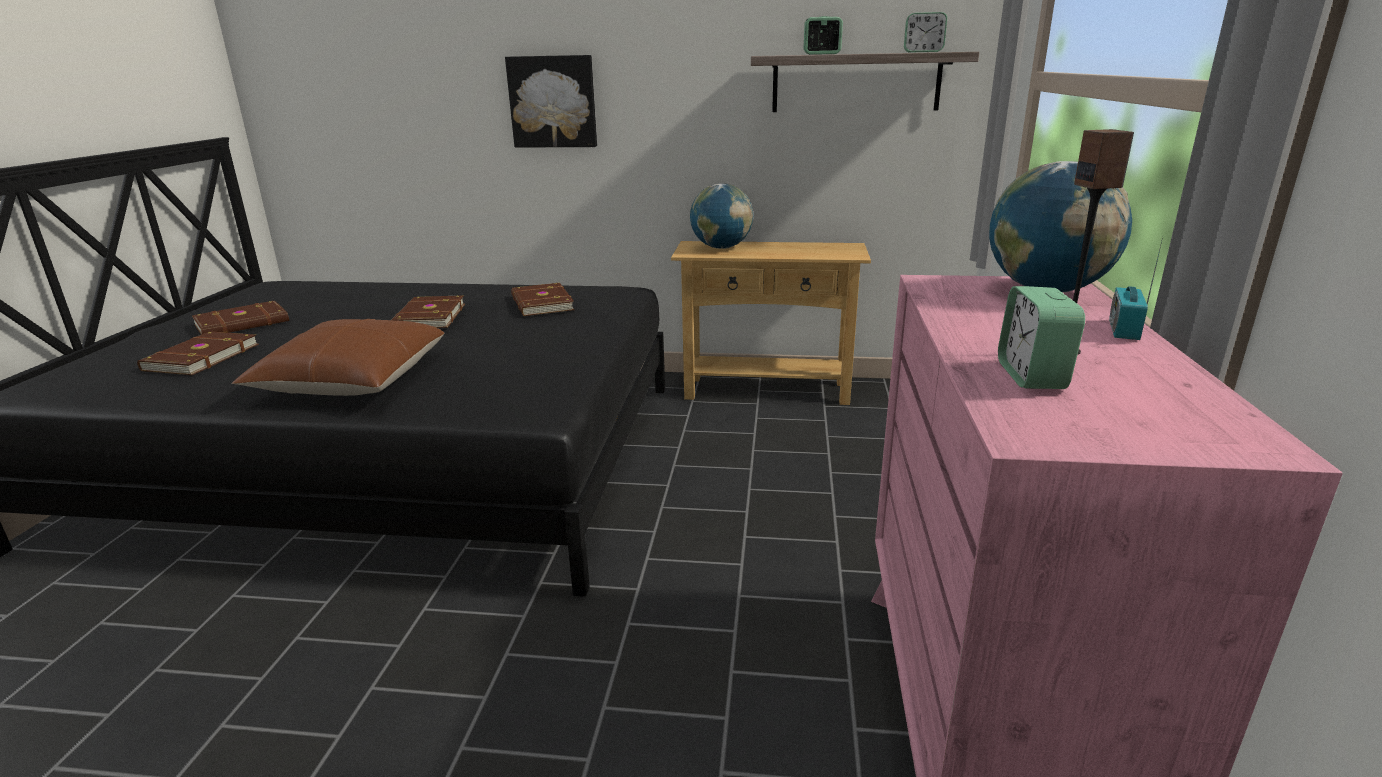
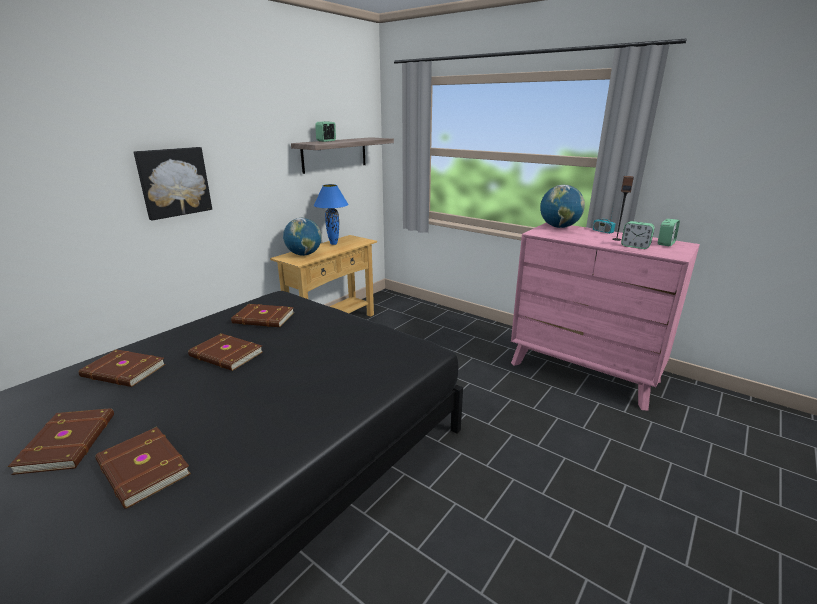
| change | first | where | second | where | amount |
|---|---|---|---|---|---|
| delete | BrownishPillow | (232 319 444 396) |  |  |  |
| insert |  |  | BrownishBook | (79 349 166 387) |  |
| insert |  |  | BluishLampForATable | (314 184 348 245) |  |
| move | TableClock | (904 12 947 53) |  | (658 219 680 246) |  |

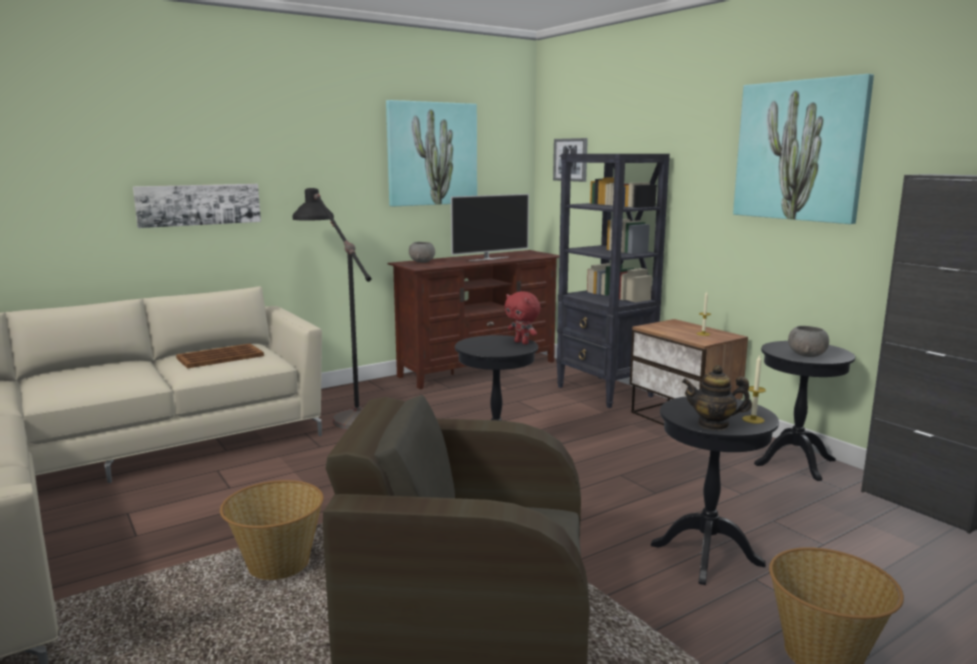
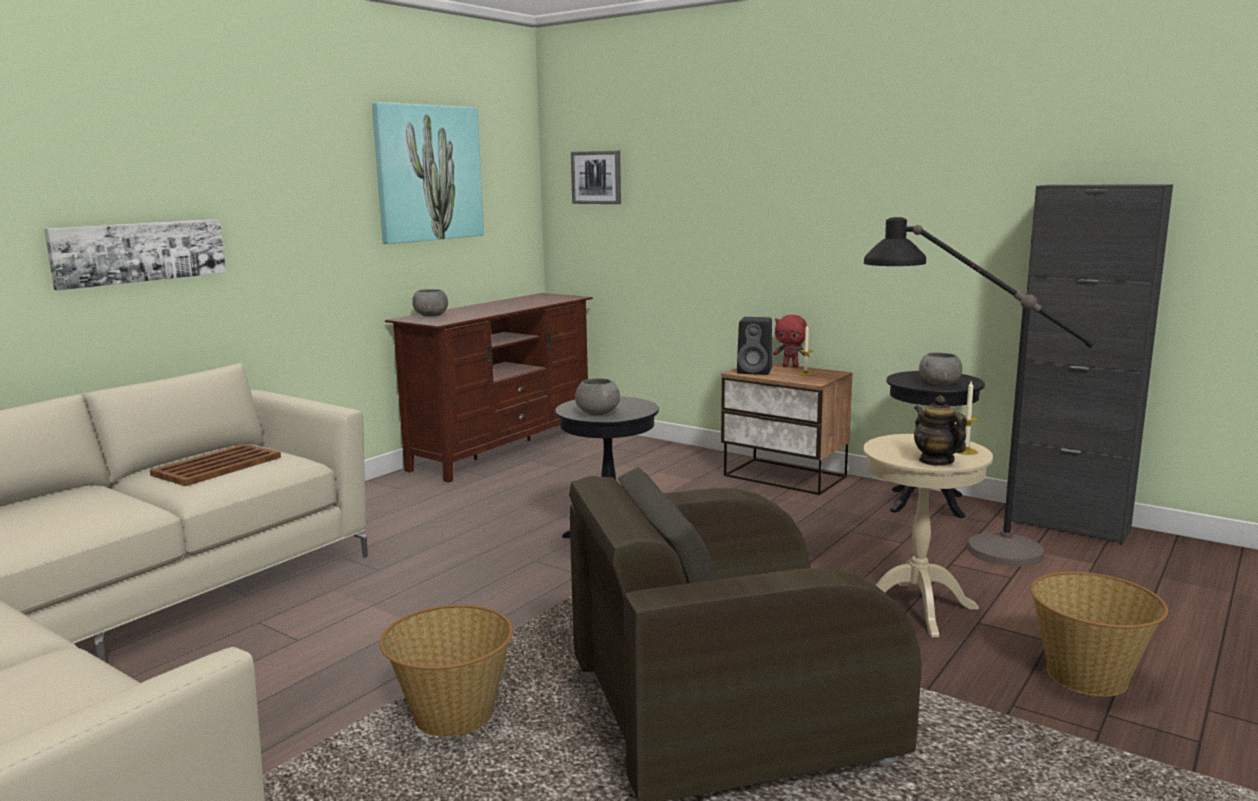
| change | first | where | second | where | amount |
|---|---|---|---|---|---|
| delete | TvSet | (451 194 529 261) |  |  |  |
| delete | BlackColouredBookcase | (556 154 670 408) |  |  |  |
| delete | Picture | (733 74 874 224) |  |  |  |
| insert |  |  | GrayBowl | (575 378 620 415) |  |
| insert |  |  | BlackColouredSpeaker | (737 317 772 375) |  |
| move | BlackColouredStandardLamp | (293 188 371 430) |  | (864 217 1096 567) |  |
| move | ReddishCuddlyToy | (505 291 541 344) |  | (773 315 809 368) |  |
| recolor | BlackColouredEndTable | (651 396 779 585) | BeigeEndTable | (863 434 993 638) |  |
| rotate | TeaPot | (682 365 752 430) |  | (914 395 967 466) | 75 degrees clockwise |

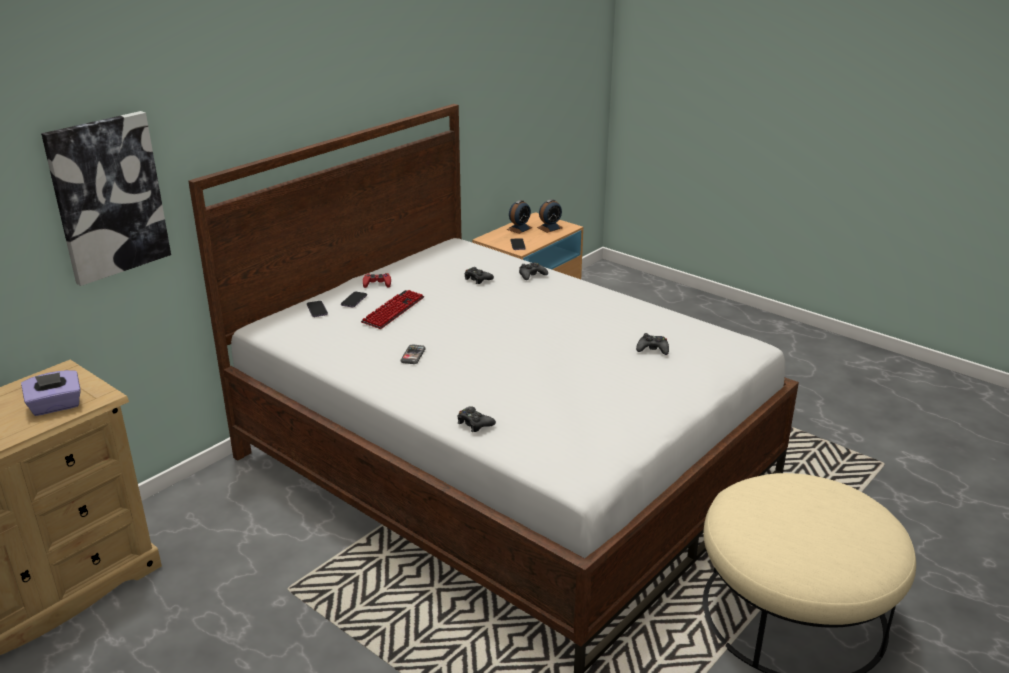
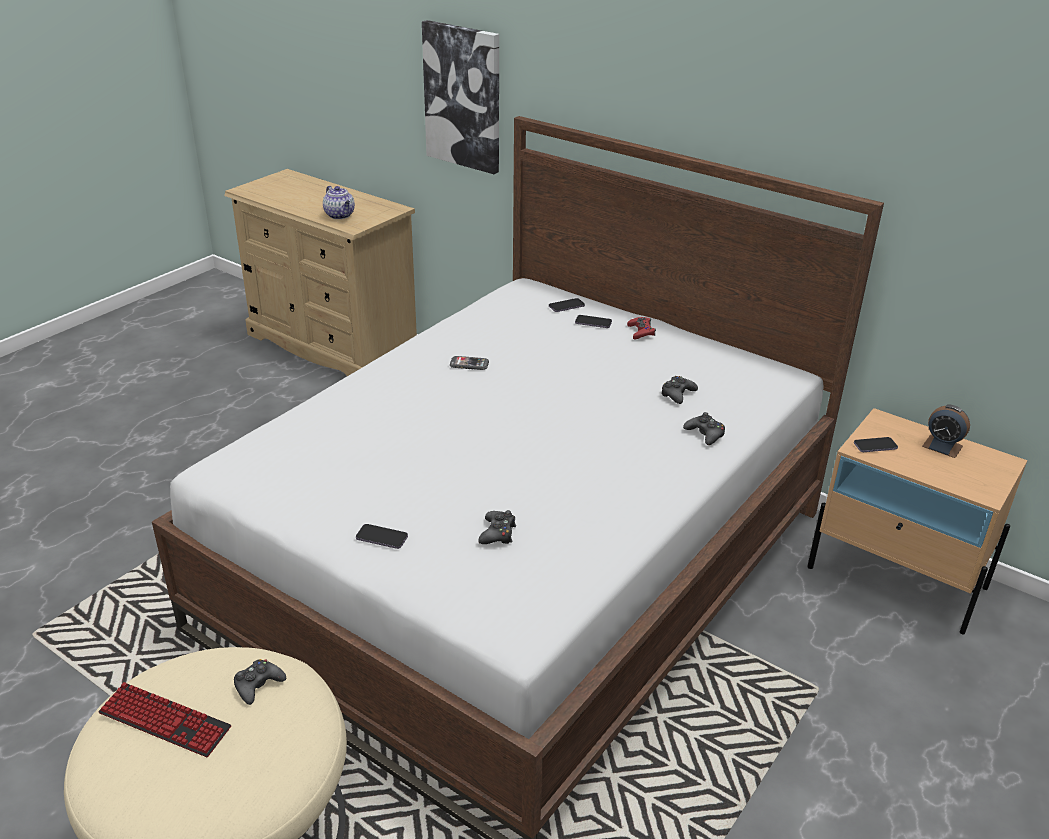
| change | first | where | second | where | amount |
|---|---|---|---|---|---|
| delete | TableClock | (537 199 563 233) |  |  |  |
| insert |  |  | Telephone | (356 524 408 549) |  |
| move | Keyboard | (361 290 424 329) |  | (98 682 231 757) |  |
| move | BlackColouredJoypad | (457 406 496 432) |  | (234 659 286 705) |  |
| replace | PurplishTissueBox | (21 370 81 416) | TeaPot | (323 186 355 219) |  |

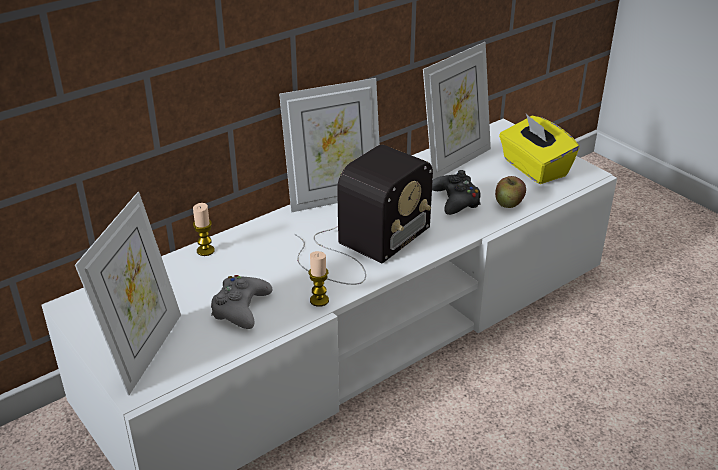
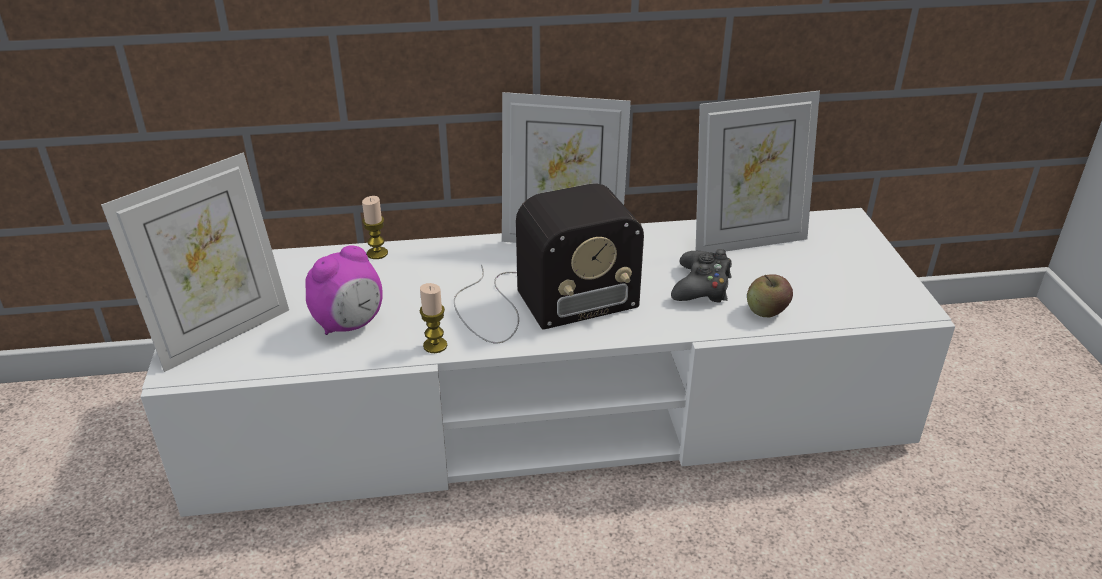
| change | first | where | second | where | amount |
|---|---|---|---|---|---|
| delete | YellowTissueBox | (499 114 579 184) |  |  |  |
| replace | GrayJoypad | (211 275 273 329) | TableClock | (305 245 383 335) |  |

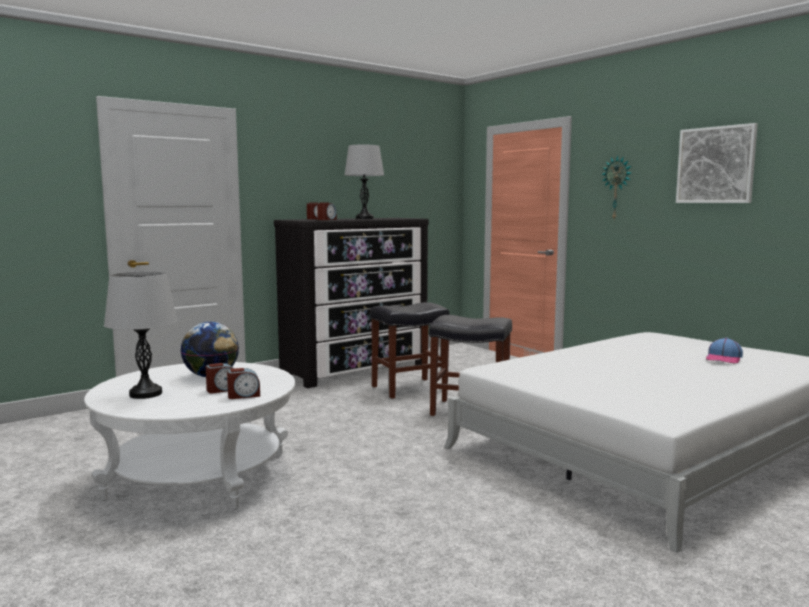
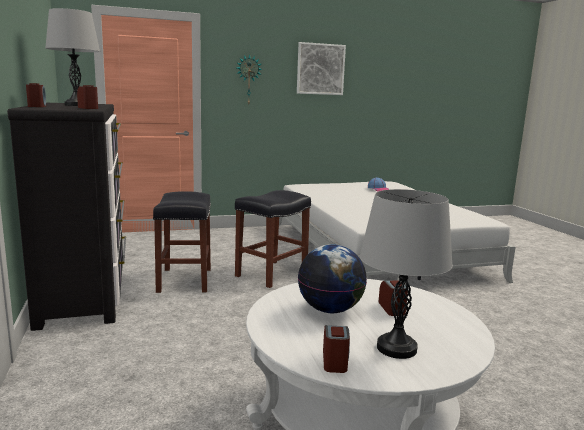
| change | first | where | second | where | amount |
|---|---|---|---|---|---|
| move | TableClock | (227 368 260 399) |  | (323 325 350 373) |  |

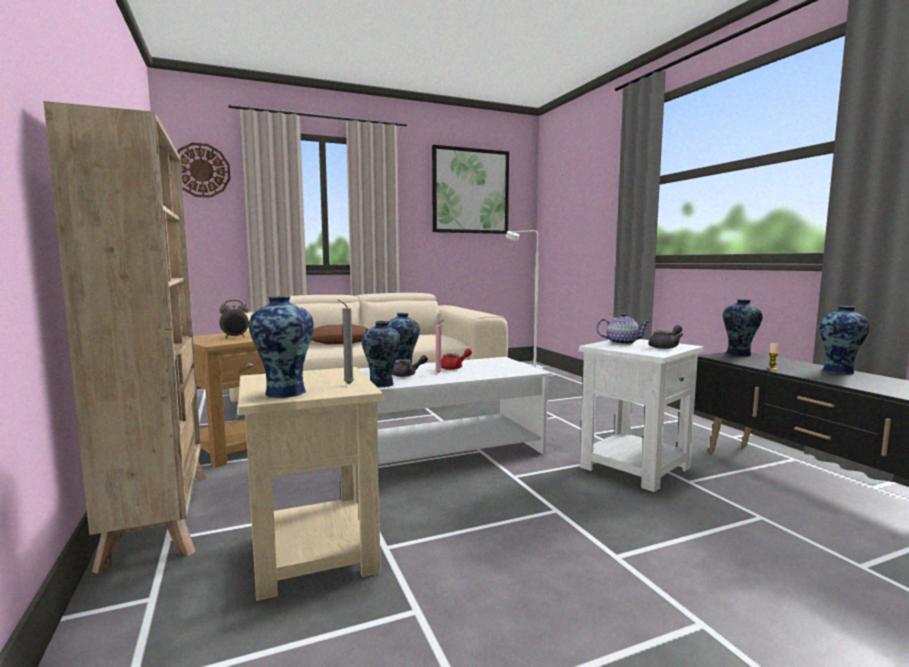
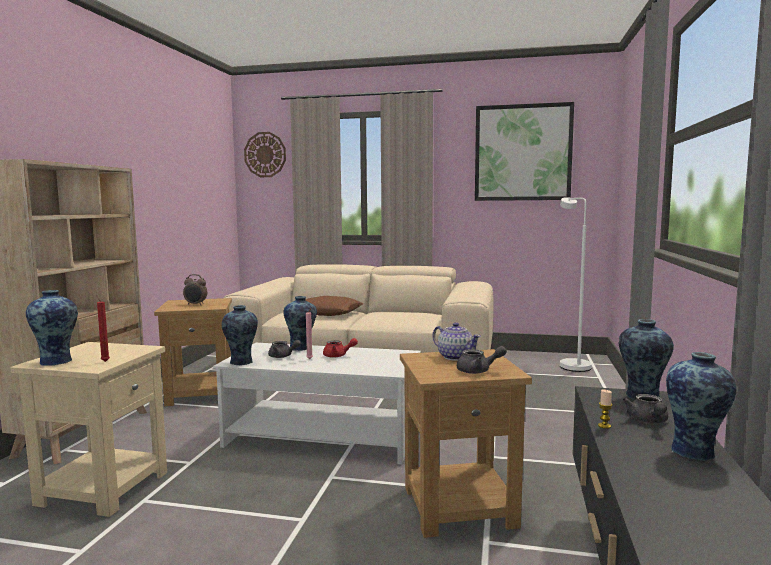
| change | first | where | second | where | amount |
|---|---|---|---|---|---|
| insert |  |  | GrayTeaPot | (623 394 668 423) |  |
| recolor | GrayWaxCandle | (338 300 354 384) | ReddishWaxCandle | (96 295 110 362) |  |
| recolor | WhiteColouredEndTable | (579 339 703 492) | BrownishEndTable | (400 349 532 538) |  |

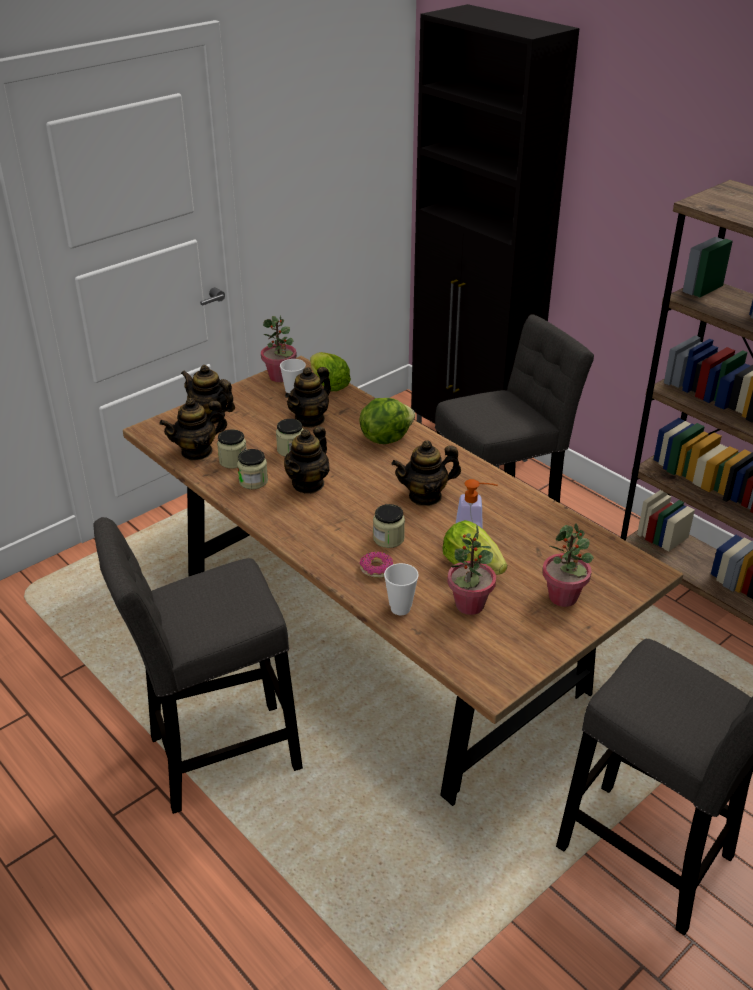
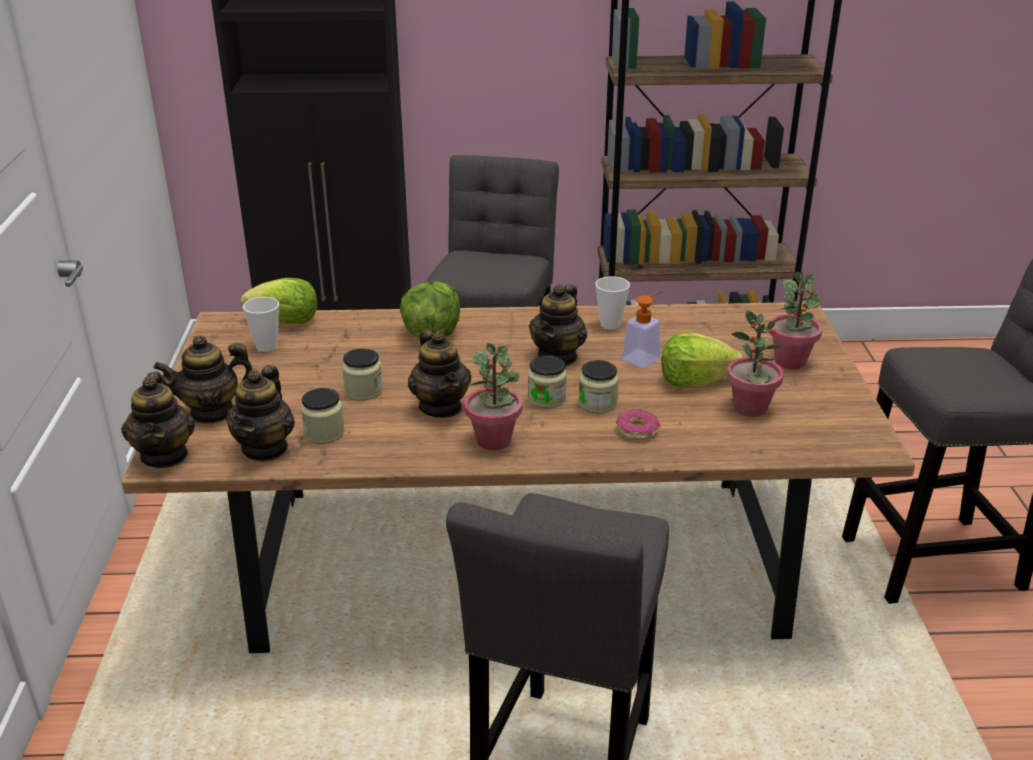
| change | first | where | second | where | amount |
|---|---|---|---|---|---|
| move | PreserveJar | (237 449 268 489) |  | (528 356 567 409) |  |
| move | Houseplant | (261 315 297 382) |  | (464 343 523 450) |  |
| move | TeaPot | (285 367 331 428) |  | (121 372 195 468) |  |
| move | Cup | (384 563 419 615) |  | (595 276 630 330) |  |

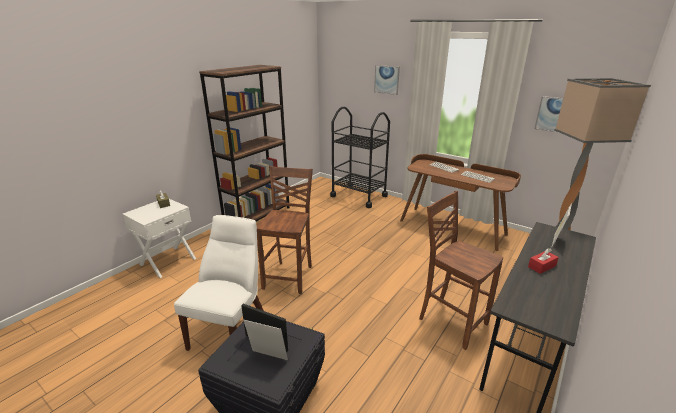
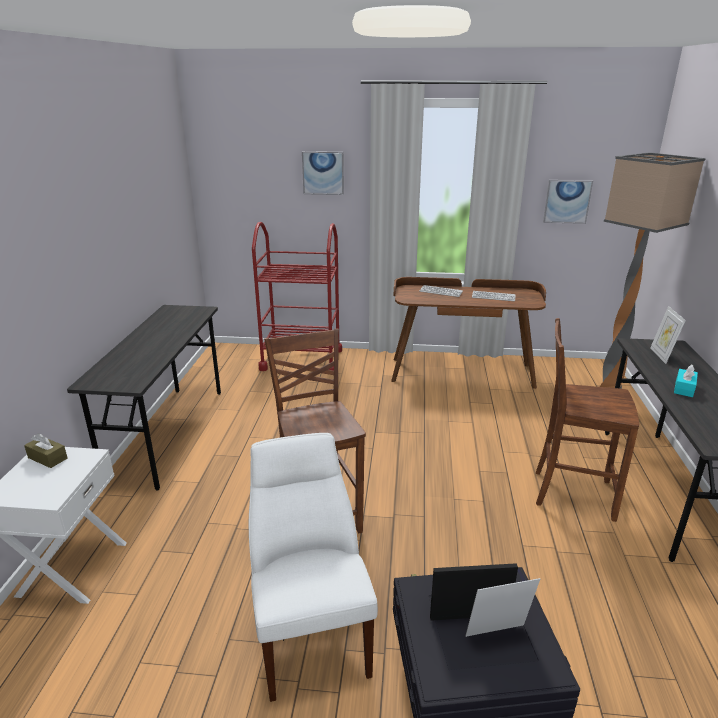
| change | first | where | second | where | amount |
|---|---|---|---|---|---|
| replace | BrownishBookcase | (199 65 290 221) | GrayDesk | (67 305 221 491) |  |
| recolor | BlackColouredCart | (330 107 390 208) | ReddishCart | (252 222 342 371) |  |
| recolor | ReddishTissueBox | (528 248 559 274) | TurquoiseTissueBox | (674 364 698 397) |  |

